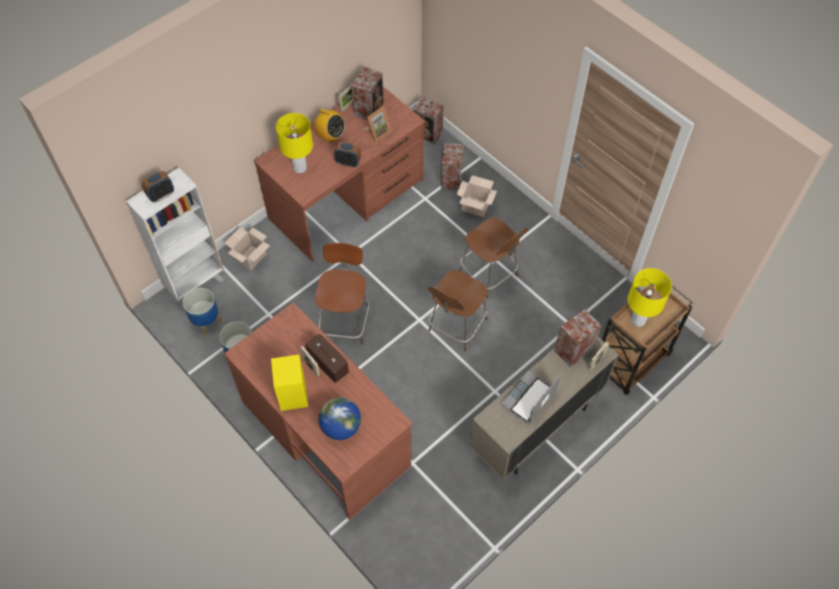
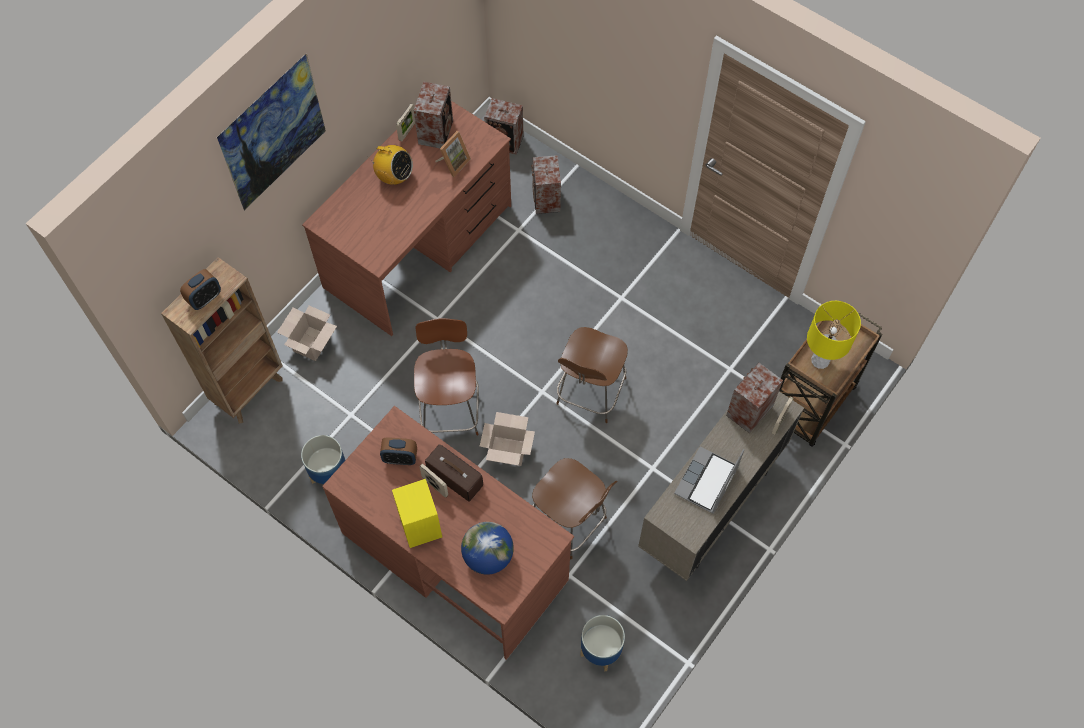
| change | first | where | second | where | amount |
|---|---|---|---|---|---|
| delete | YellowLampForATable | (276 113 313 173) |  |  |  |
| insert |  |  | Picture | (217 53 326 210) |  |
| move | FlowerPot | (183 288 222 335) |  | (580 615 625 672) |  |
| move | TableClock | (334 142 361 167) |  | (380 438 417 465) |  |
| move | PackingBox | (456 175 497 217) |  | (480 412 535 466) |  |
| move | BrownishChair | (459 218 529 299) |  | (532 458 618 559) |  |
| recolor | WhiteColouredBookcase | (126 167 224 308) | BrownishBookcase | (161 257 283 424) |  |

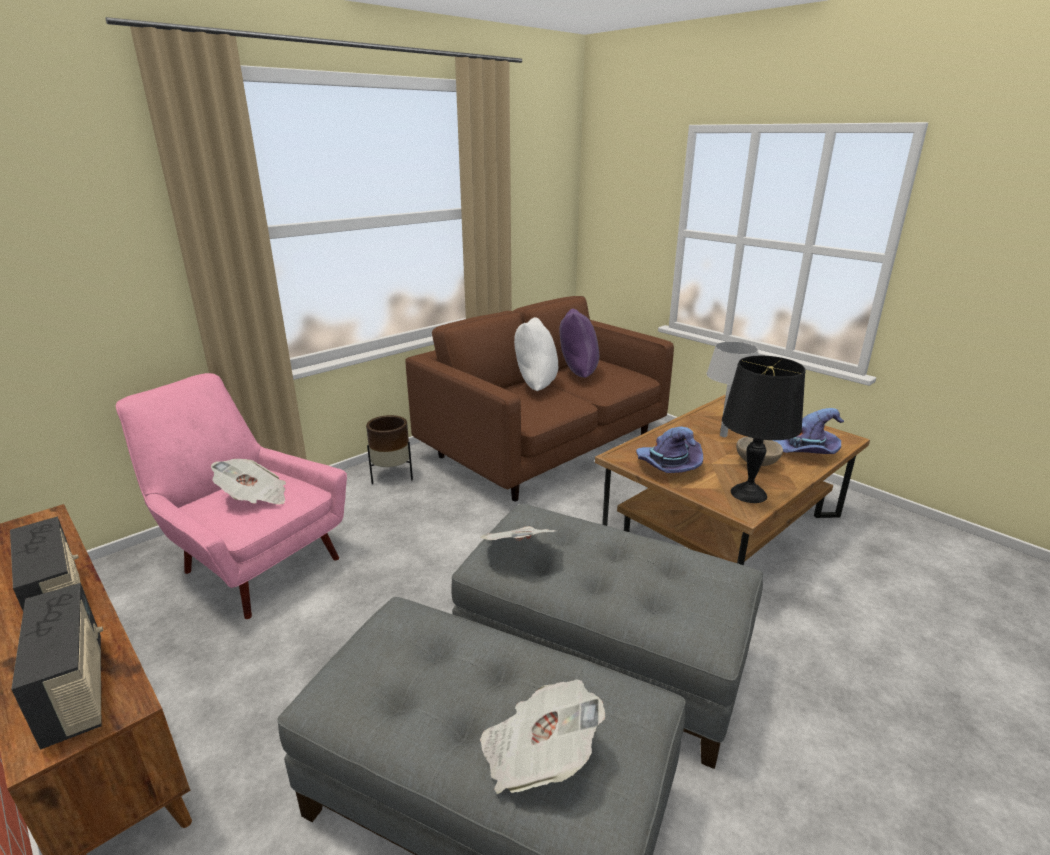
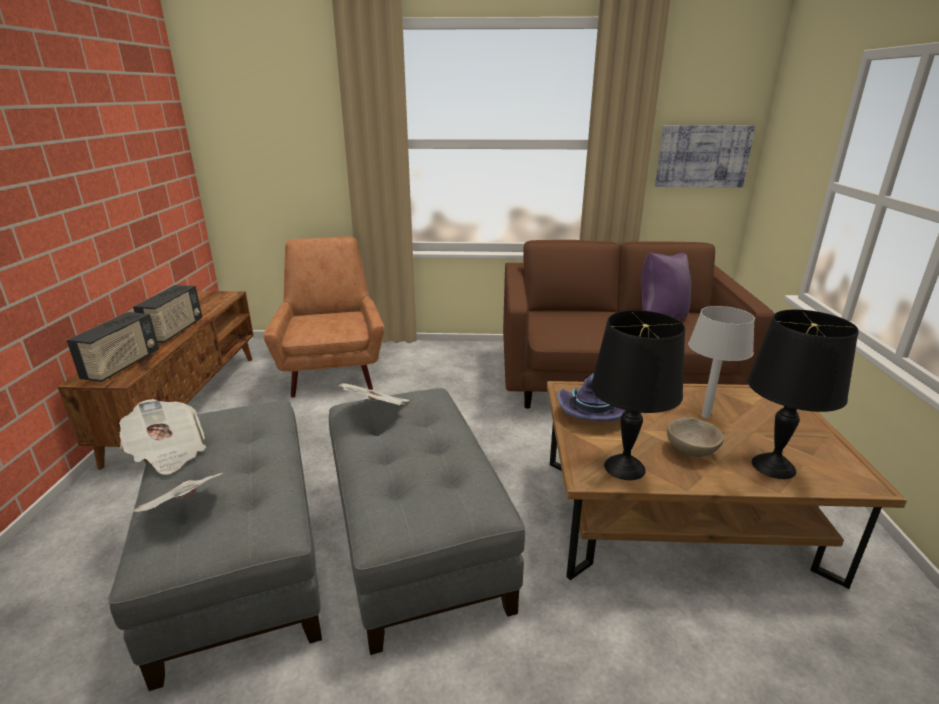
| change | first | where | second | where | amount |
|---|---|---|---|---|---|
| delete | BrownishFlowerPot | (366 415 413 484) |  |  |  |
| delete | WhiteColouredPillow | (514 317 558 391) |  |  |  |
| insert |  |  | Picture | (655 125 755 188) |  |
| move | Newspaper | (211 459 286 505) |  | (119 399 206 475) |  |
| replace | PurplishClothingHat | (773 408 844 454) | BlackColouredLampForATable | (747 309 858 479) |  |
| recolor | PinkishArmchair | (116 373 347 619) | BrownishArmchair | (263 236 384 398) |  |

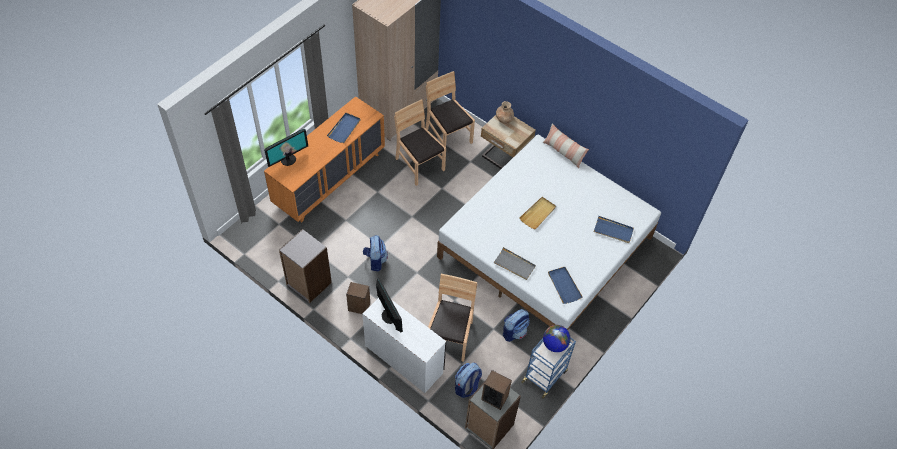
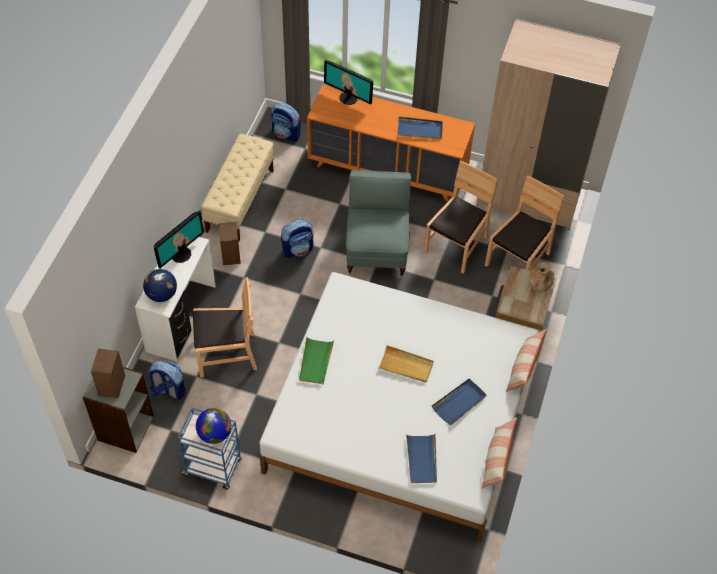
| change | first | where | second | where | amount |
|---|---|---|---|---|---|
| insert |  |  | Globe | (143 269 177 302) |  |
| insert |  |  | GrayArmchair | (346 170 411 276) |  |
| insert |  |  | Pillow | (482 417 517 489) |  |
| move | Backpack | (503 309 530 342) |  | (271 103 301 142) |  |
| move | BluishTray | (548 267 583 304) |  | (432 379 487 425) |  |
| replace | GrayBookcase | (279 229 332 303) | BeigeLongSeat | (201 134 274 242) |  |
| recolor | GrayTray | (493 247 536 280) | GreenTray | (299 337 334 384) |  |

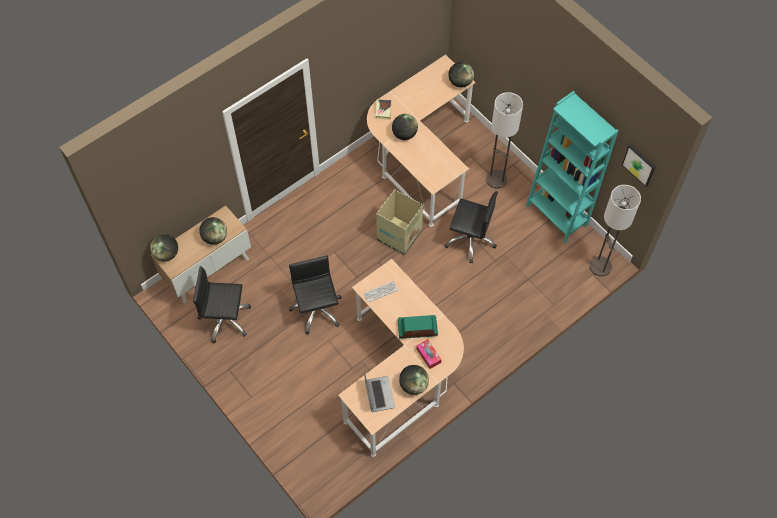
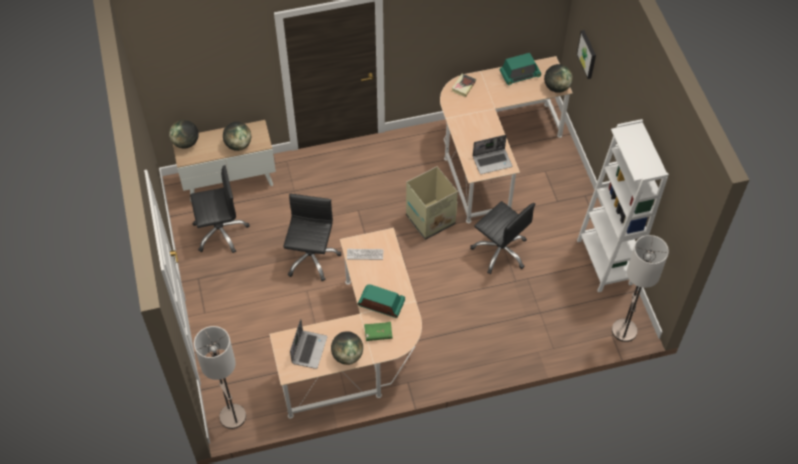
| change | first | where | second | where | amount |
|---|---|---|---|---|---|
| delete | Globe | (392 114 418 140) |  |  |  |
| insert |  |  | Laptop | (473 135 512 174) |  |
| insert |  |  | Radio | (499 53 541 85) |  |
| move | StandardLamp | (486 92 523 189) |  | (194 326 246 429) |  |
| move | Picture | (622 144 656 187) |  | (576 30 596 79) |  |
| replace | TissueBox | (416 339 441 369) | GreenBook | (364 322 393 341) |  |
| recolor | TurquoiseBookcase | (526 91 618 243) | WhiteColouredBookcase | (577 119 669 292) |  |
| rotate | BlackColouredOfficeChair | (193 266 251 343) |  | (190 165 250 253) | 135 degrees clockwise |

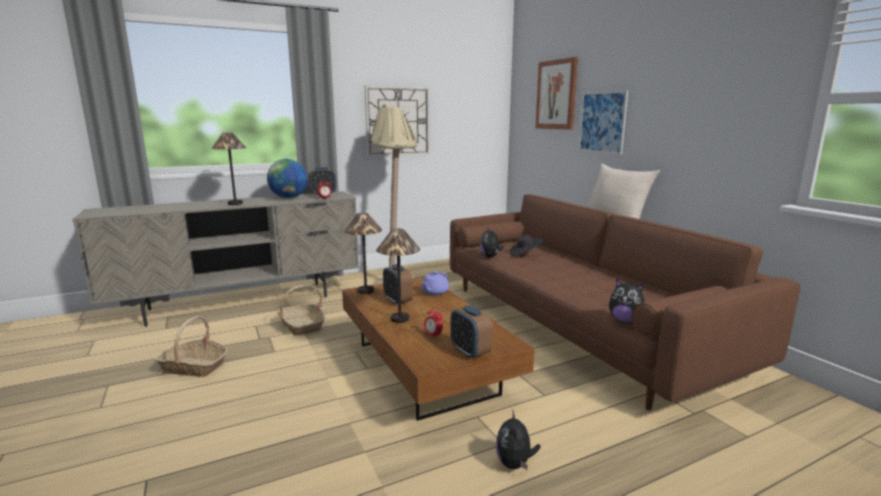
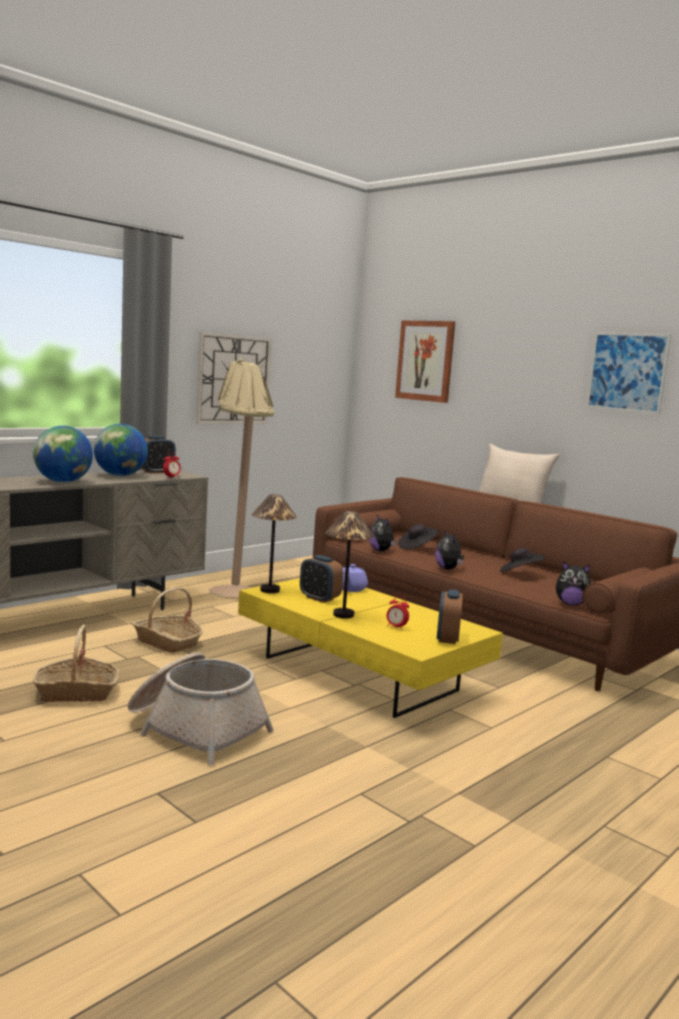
| change | first | where | second | where | amount |
|---|---|---|---|---|---|
| insert |  |  | Basket | (128 652 274 765) |  |
| insert |  |  | BlackColouredClothingHat | (500 548 544 572) |  |
| move | CuddlyToy | (496 409 540 470) |  | (435 530 464 570) |  |
| move | Picture | (578 90 628 155) |  | (586 332 671 414) |  |
| replace | LampForATable | (211 133 246 205) | Globe | (33 426 93 483) |  |
| recolor | BrownishLoungeTable | (342 277 535 421) | YellowLoungeTable | (238 578 503 718) |  |
| rotate | TableClock | (450 305 493 359) |  | (437 589 463 644) | 60 degrees clockwise |

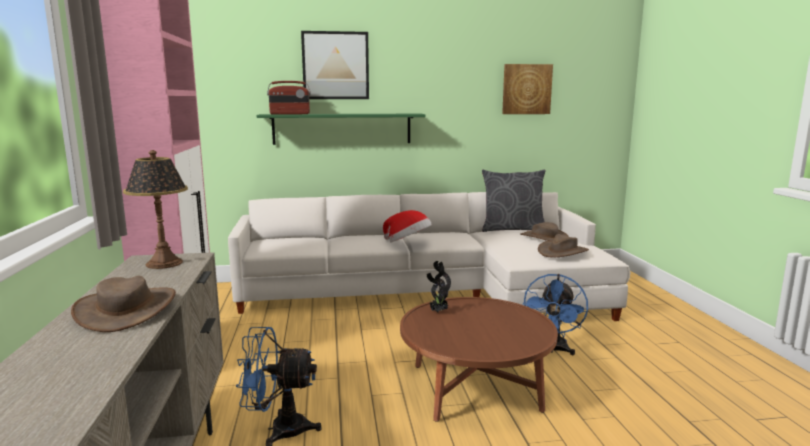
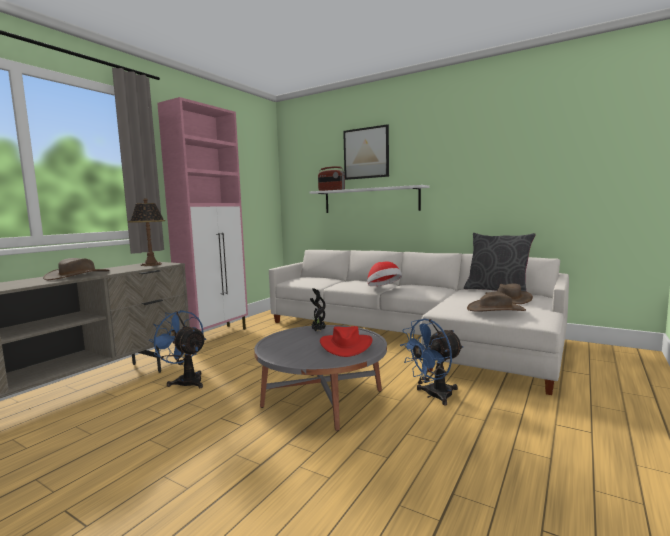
| change | first | where | second | where | amount |
|---|---|---|---|---|---|
| delete | Picture | (502 64 553 114) |  |  |  |
| insert |  |  | ReddishClothingHat | (320 326 373 357) |  |
| recolor | GreenWallShelf | (257 114 425 145) | WhiteColouredWallShelf | (309 185 429 213) |  |
| recolor | BrownishLoungeTable | (400 297 558 422) | GrayLoungeTable | (254 325 387 431) |  |

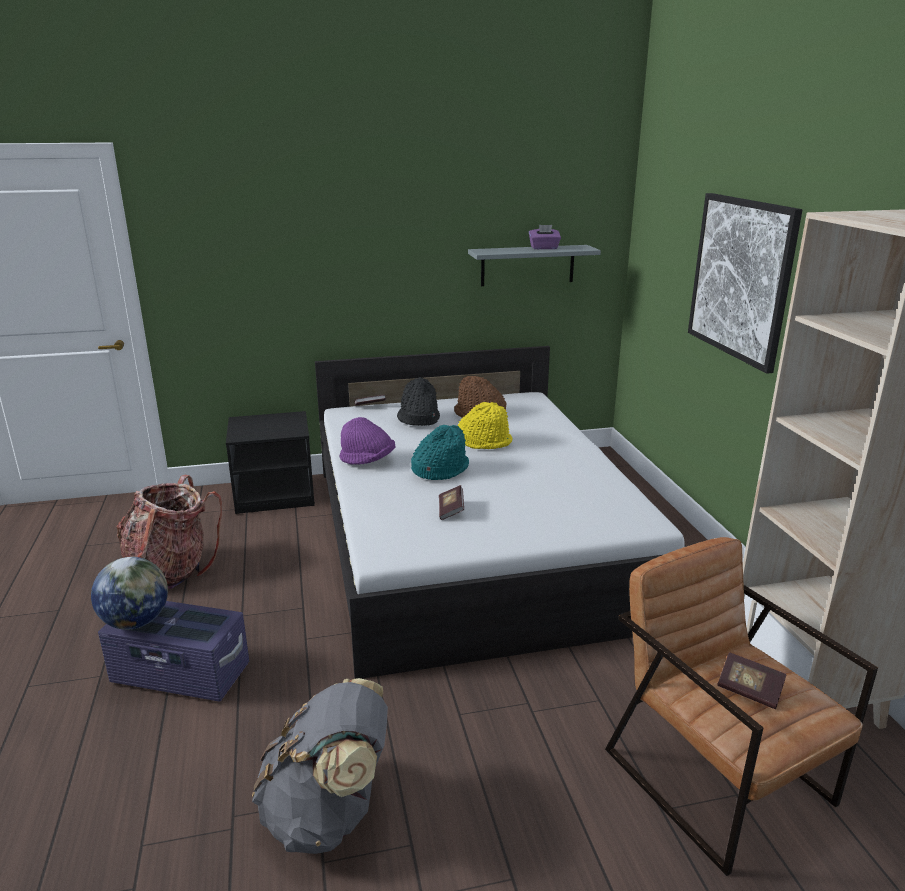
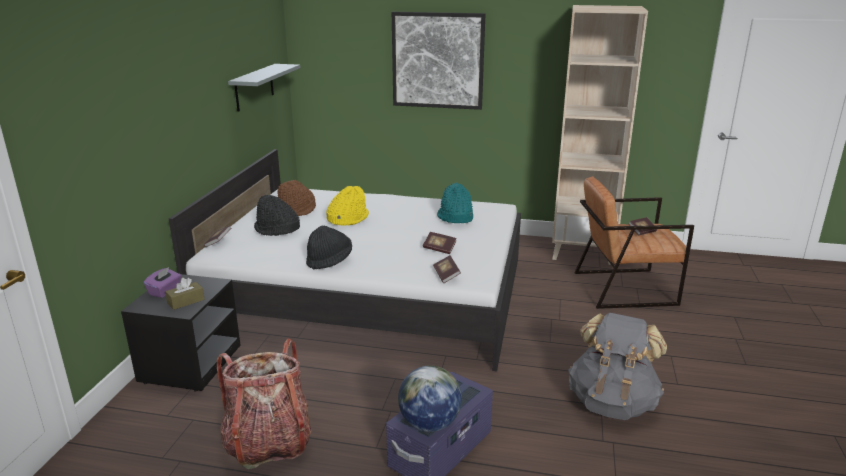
| change | first | where | second | where | amount |
|---|---|---|---|---|---|
| insert |  |  | BrownishTissueBox | (165 278 205 310) |  |
| insert |  |  | Book | (433 255 461 283) |  |
| move | TurquoiseClothingHat | (411 424 469 480) |  | (437 183 473 223) |  |
| move | PurplishTissueBox | (529 225 561 249) |  | (143 267 181 298) |  |
| recolor | PurplishClothingHat | (339 417 395 465) | BlackColouredClothingHat | (306 226 352 269) |  |

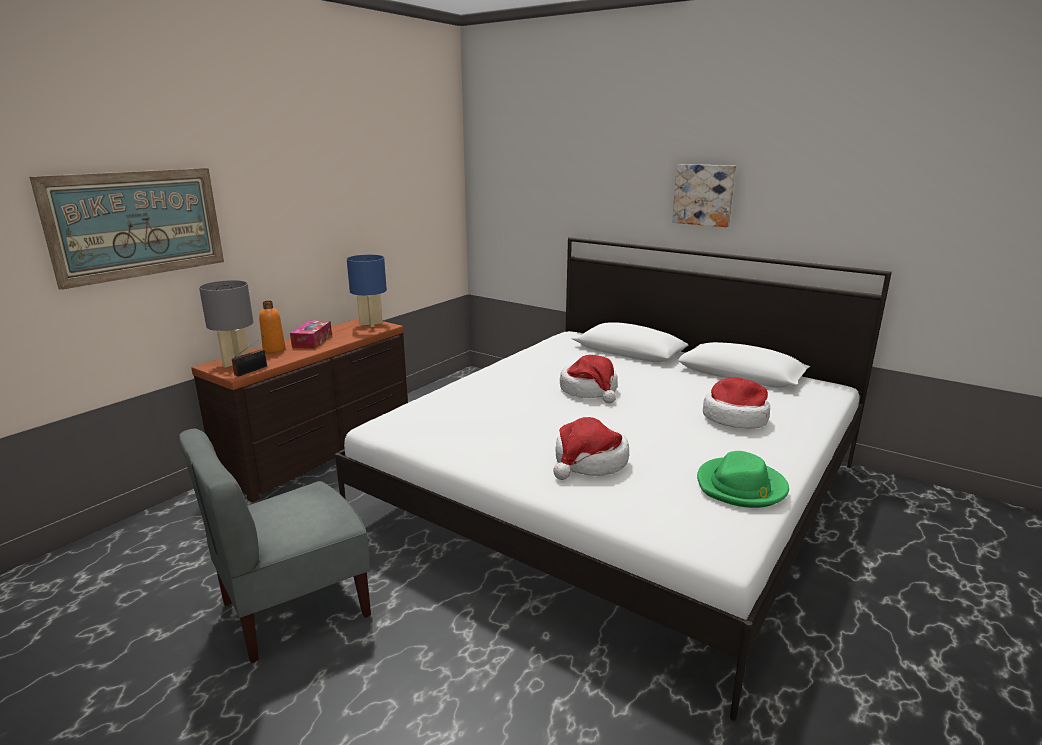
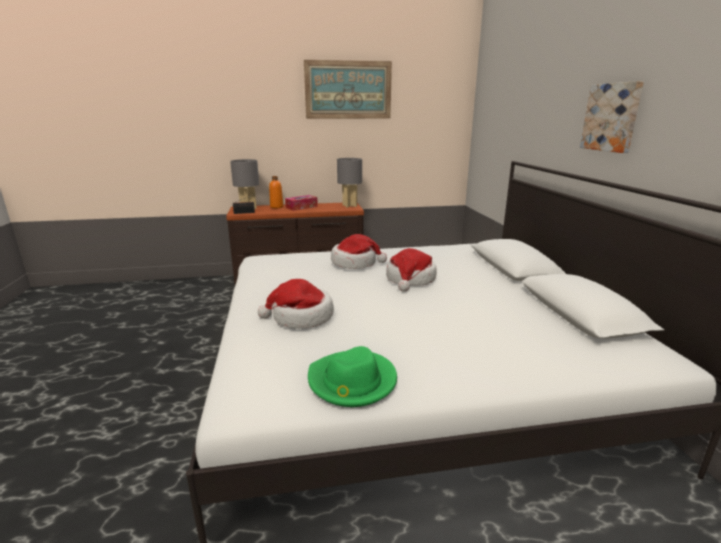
| change | first | where | second | where | amount |
|---|---|---|---|---|---|
| delete | GrayChair | (179 429 371 663) |  |  |  |
| move | Picture | (29 168 224 290) |  | (304 60 392 119) |  |
| move | ClothingHat | (703 377 770 429) |  | (331 234 387 269) |  |
| recolor | BluishLampForATable | (347 255 387 327) | GrayLampForATable | (337 158 362 208) |  |

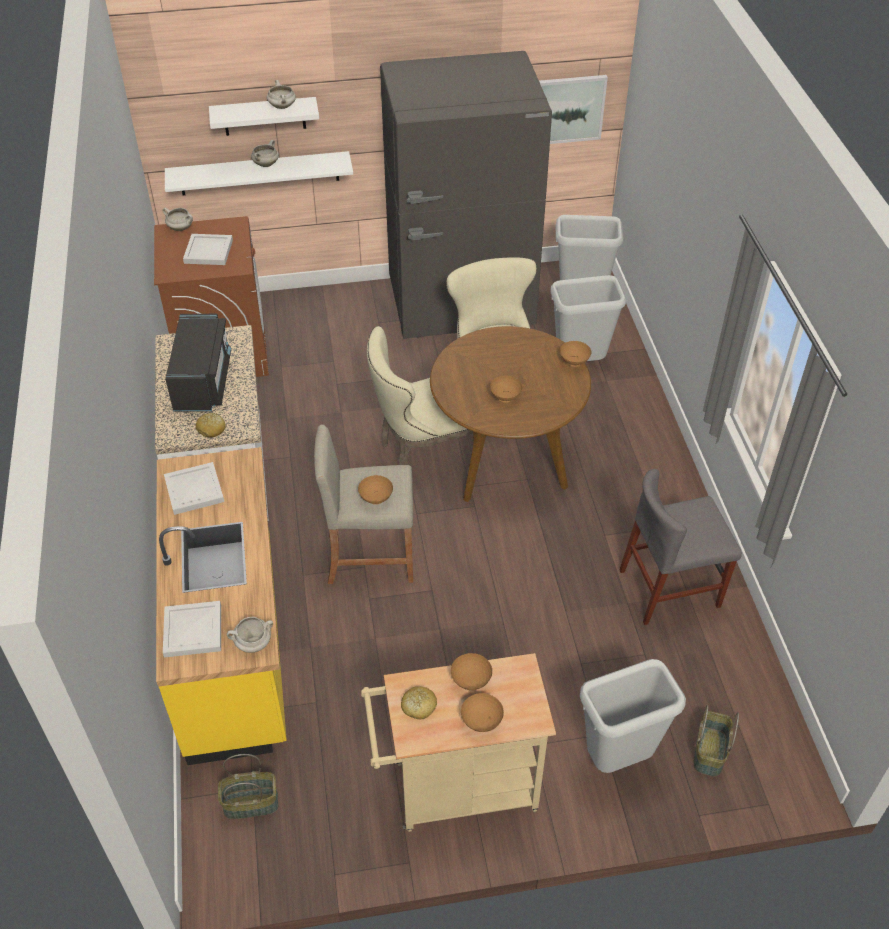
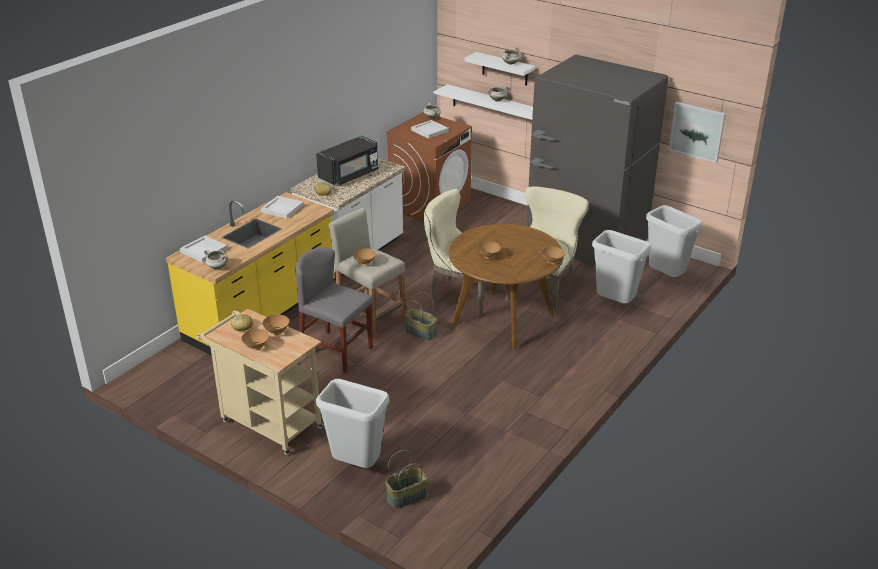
| change | first | where | second | where | amount |
|---|---|---|---|---|---|
| move | Basket | (218 754 278 819) |  | (404 292 437 341) |  |
| move | GrayChair | (620 469 742 625) |  | (296 247 373 373) |  |

